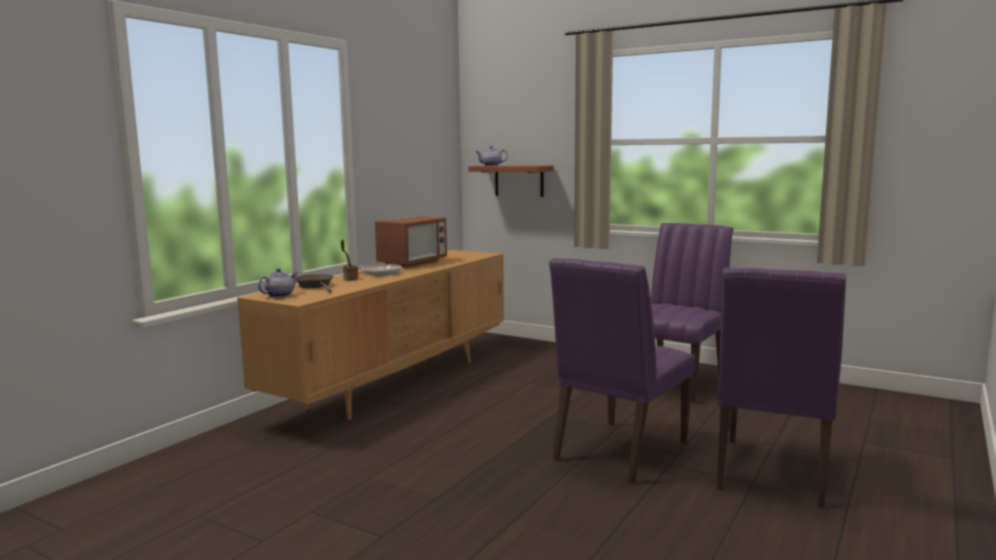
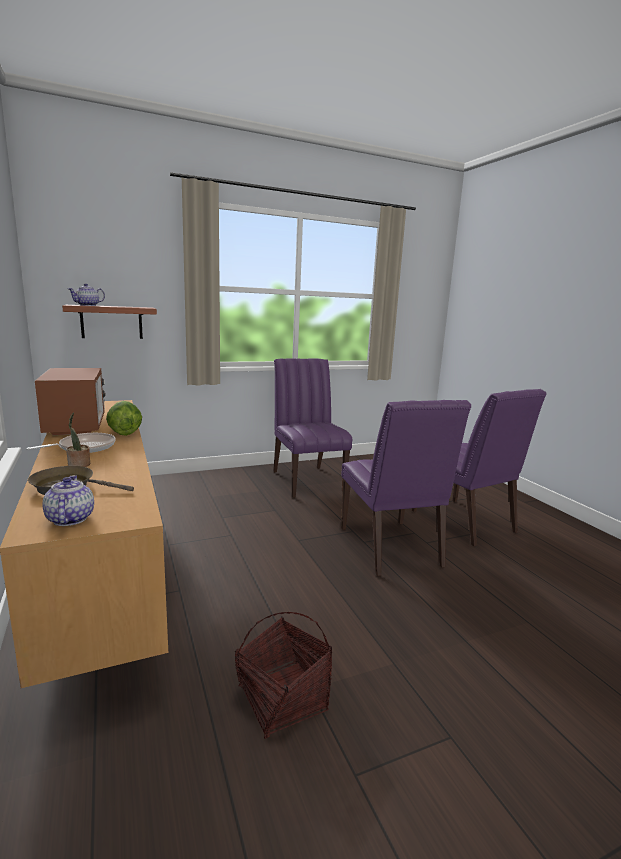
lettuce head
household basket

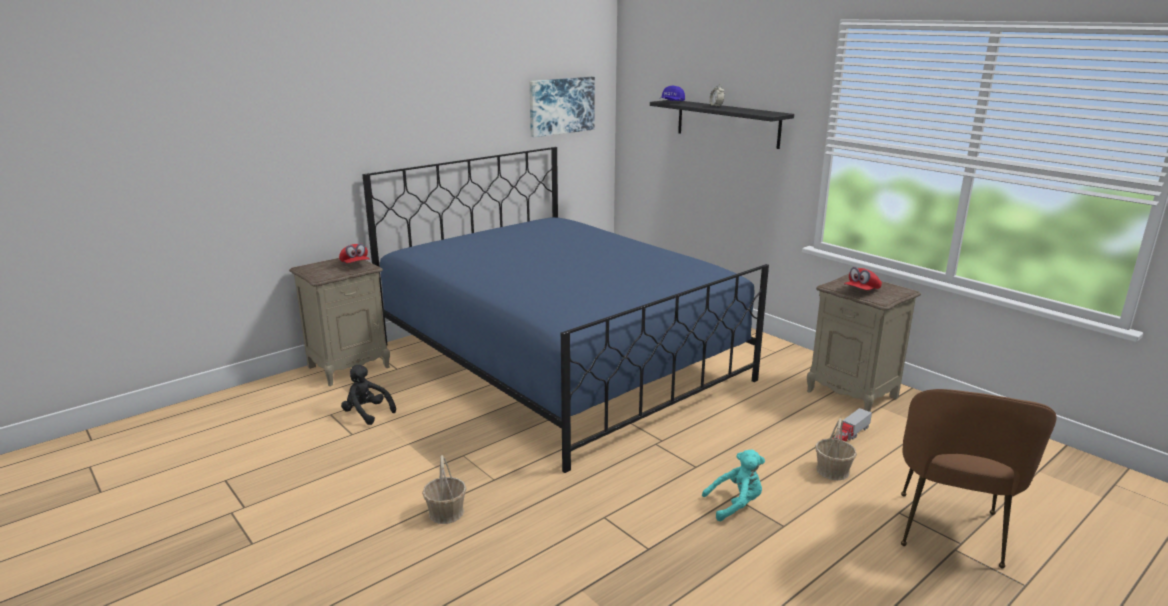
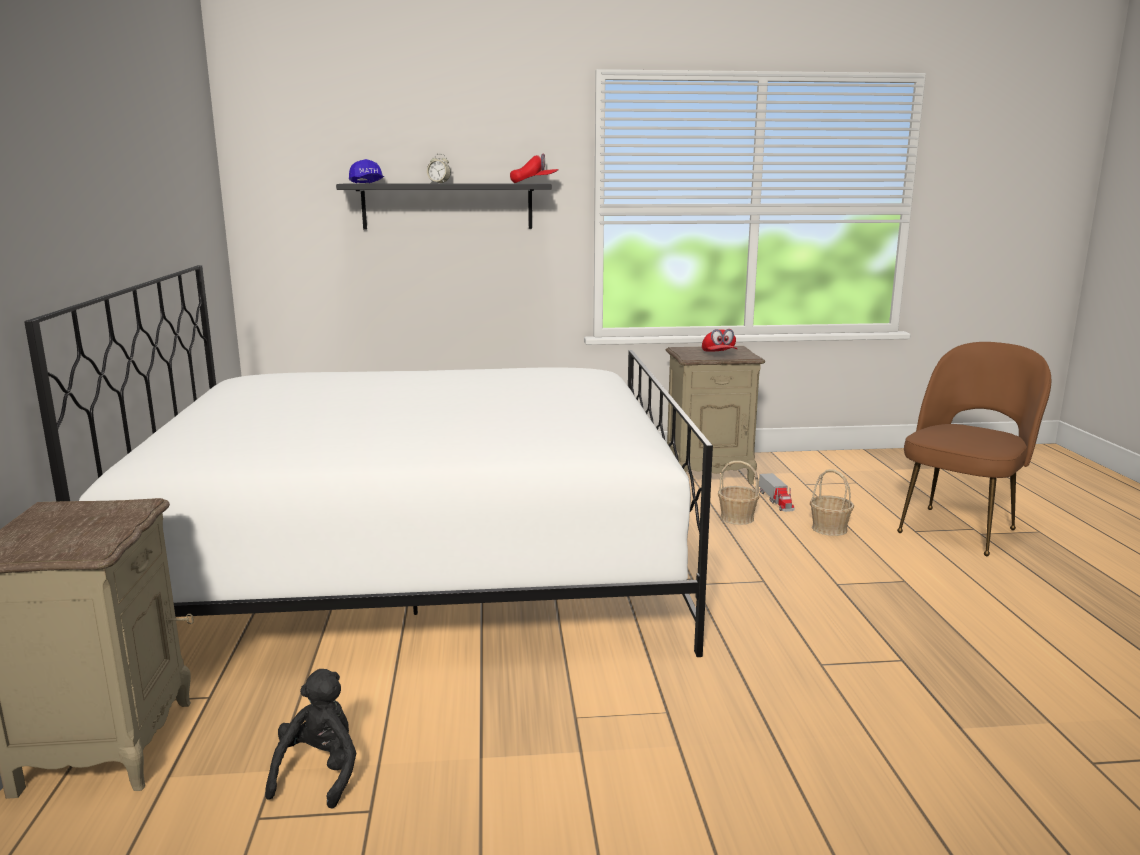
white-coloured sleeping bed
blackish soft toy
reddish cap (no. 1 from left)
household basket (no. 1 from left)
brownish plain chair
wall art
blue-green soft toy

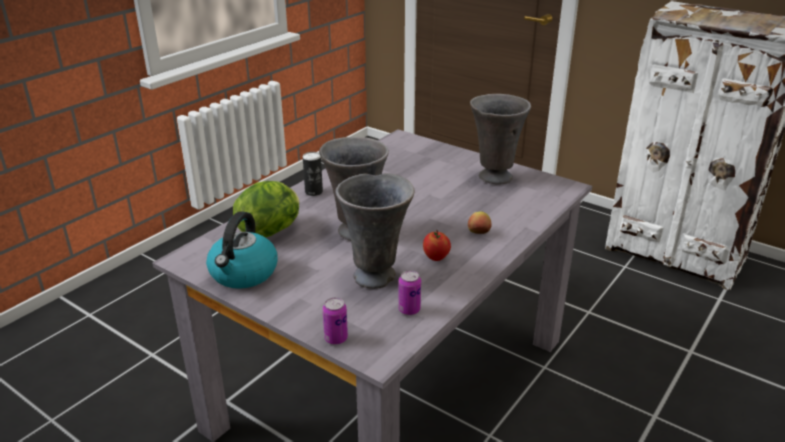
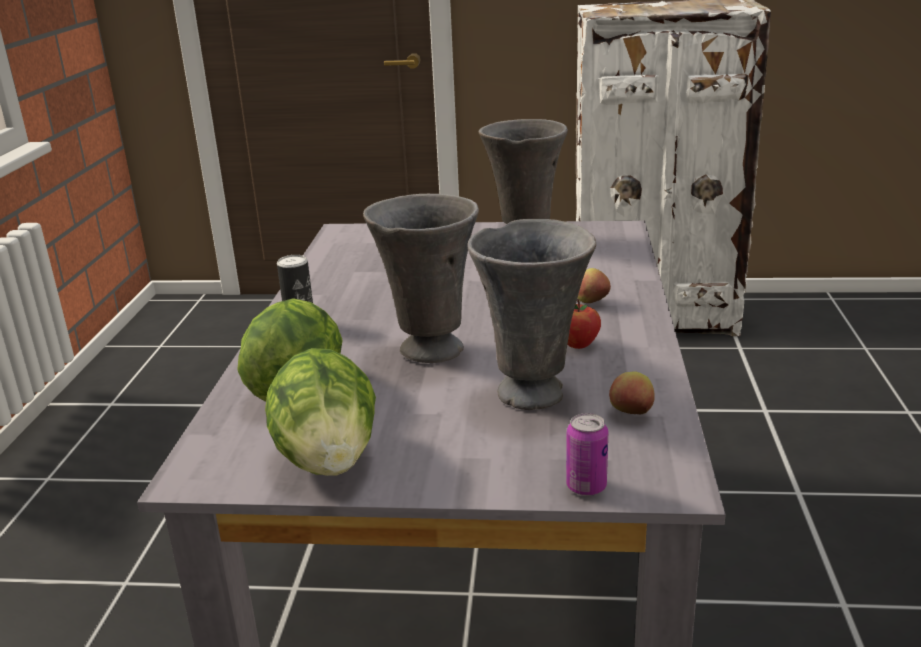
lettuce head (no. 2 from left)
whole apple (no. 3 from left)

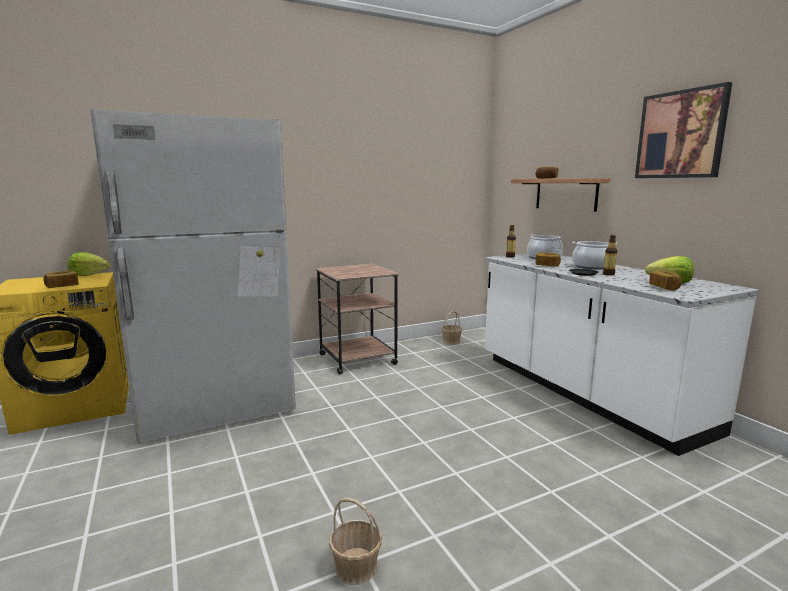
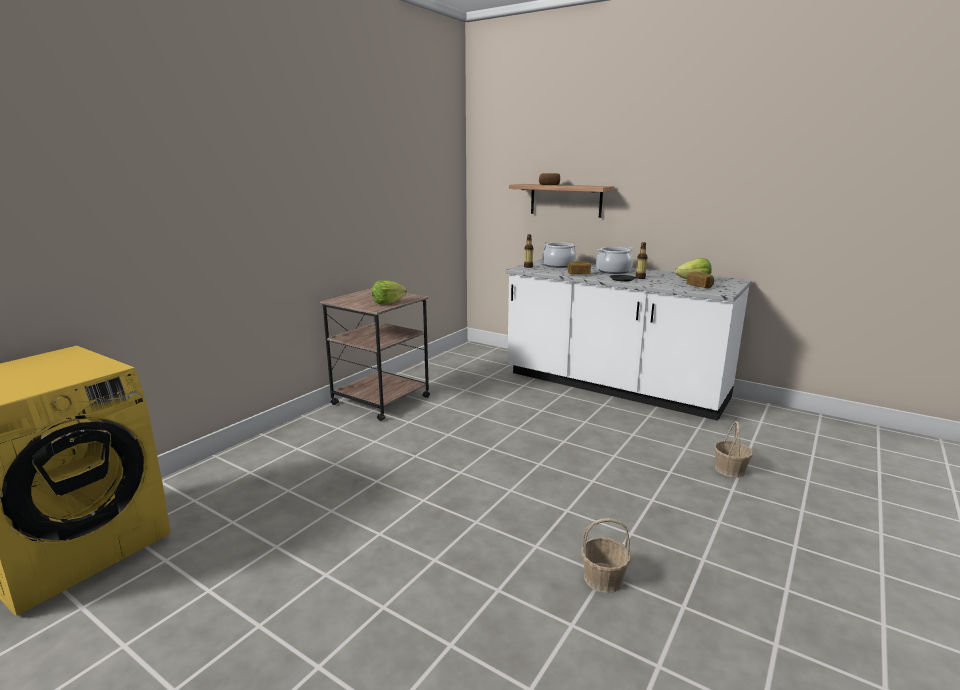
lettuce head (no. 1 from left)
household basket (no. 2 from left)
bakery bread (no. 1 from left in the first image)
white-coloured fridge
wall art

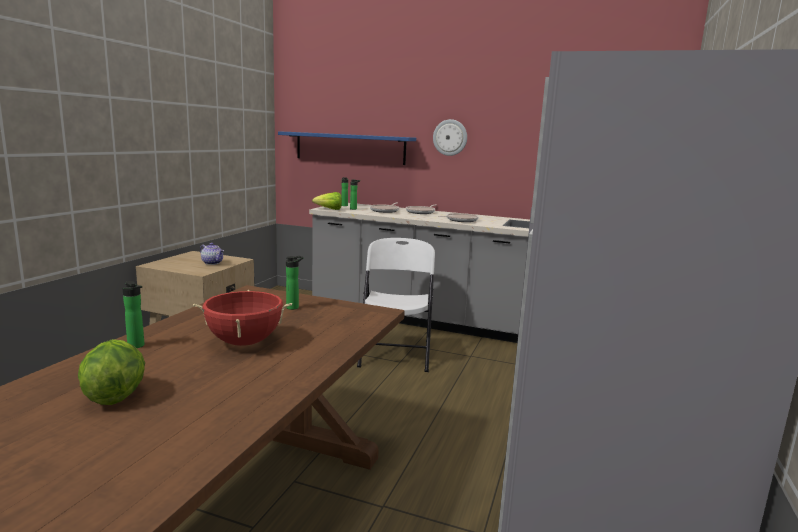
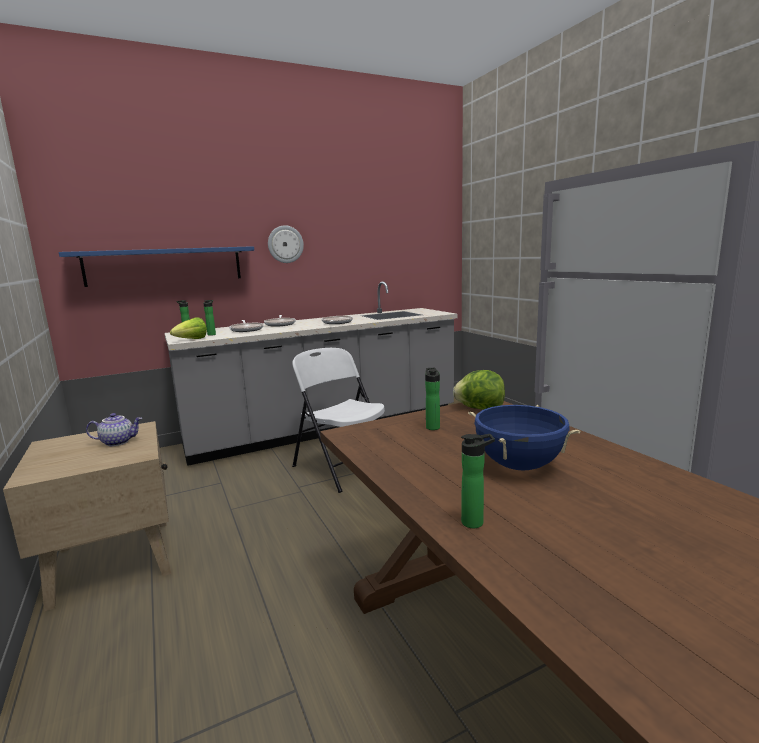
lettuce head (no. 2 from left)
blue stockpot

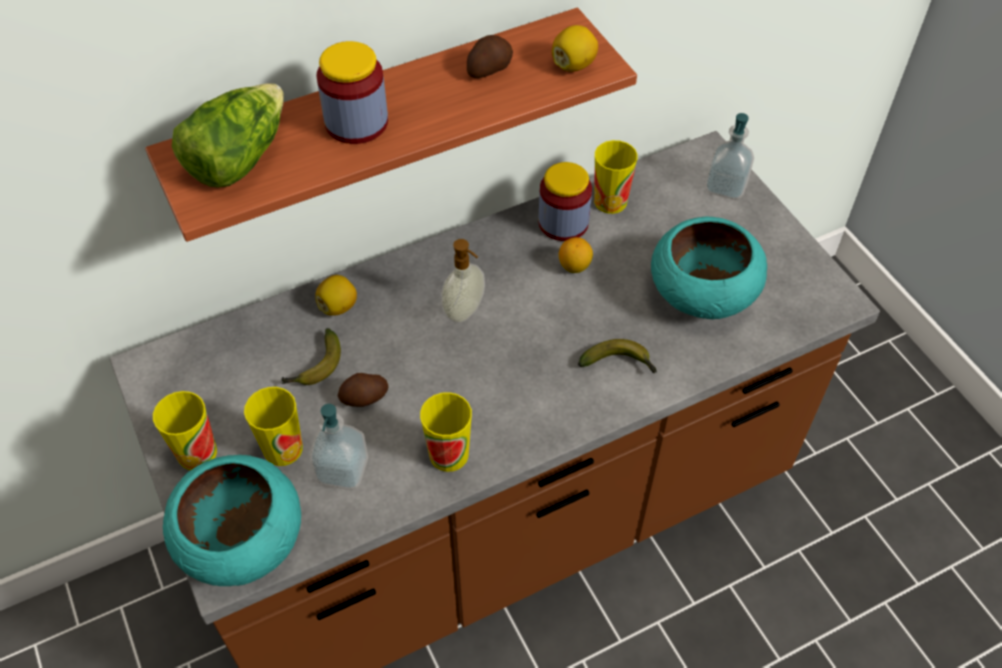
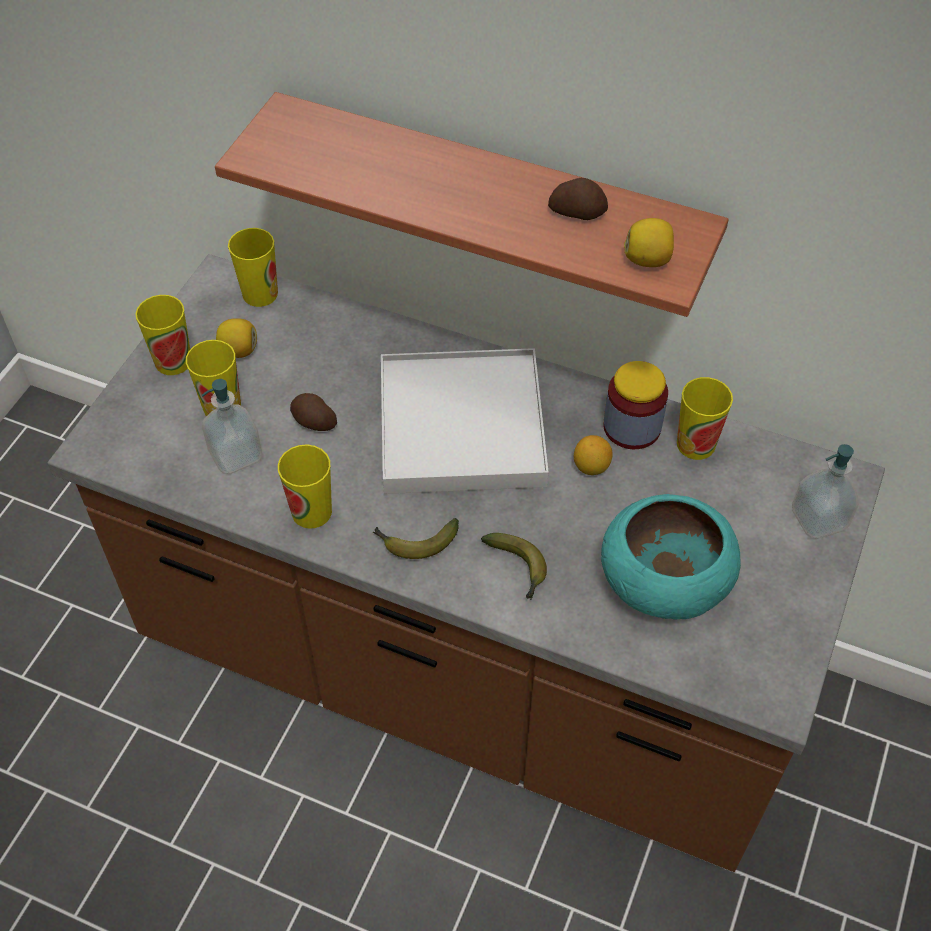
whole lemon (no. 1 from left)
drinking cup (no. 3 from left)
banana (no. 1 from left)
white-coloured tray
blue-green deep dish (no. 1 from left in the first image)
lettuce head
preserve jar (no. 1 from left in the first image)

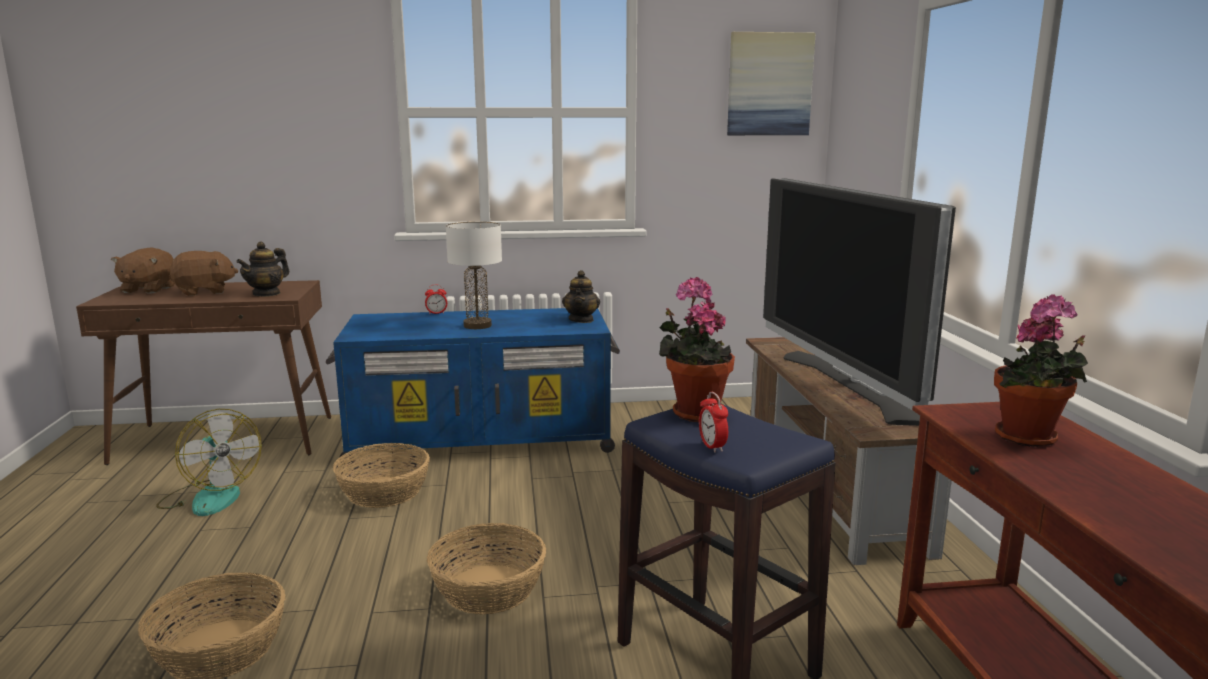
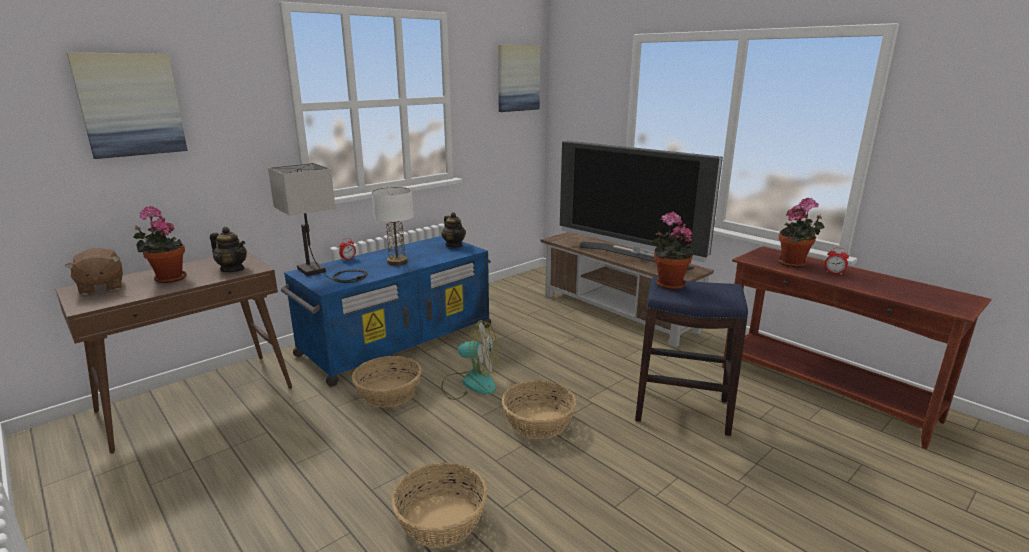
wall art (no. 1 from left)
houseplant (no. 1 from left)
teapot (no. 1 from left)
table lamp (no. 1 from left)
fan
bedside clock (no. 2 from left)

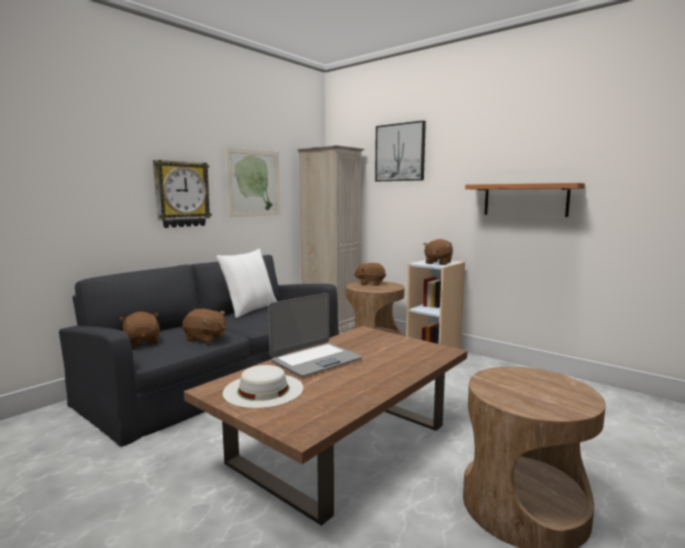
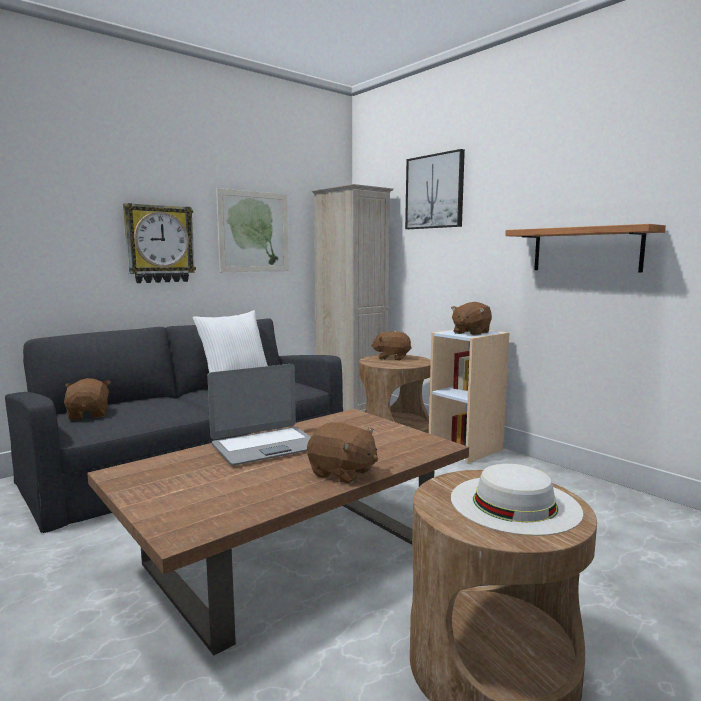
brownish soft toy (no. 2 from left)
white-coloured clothing hat

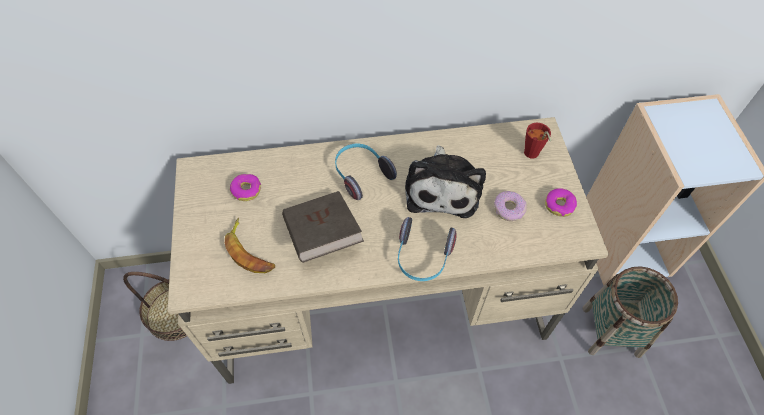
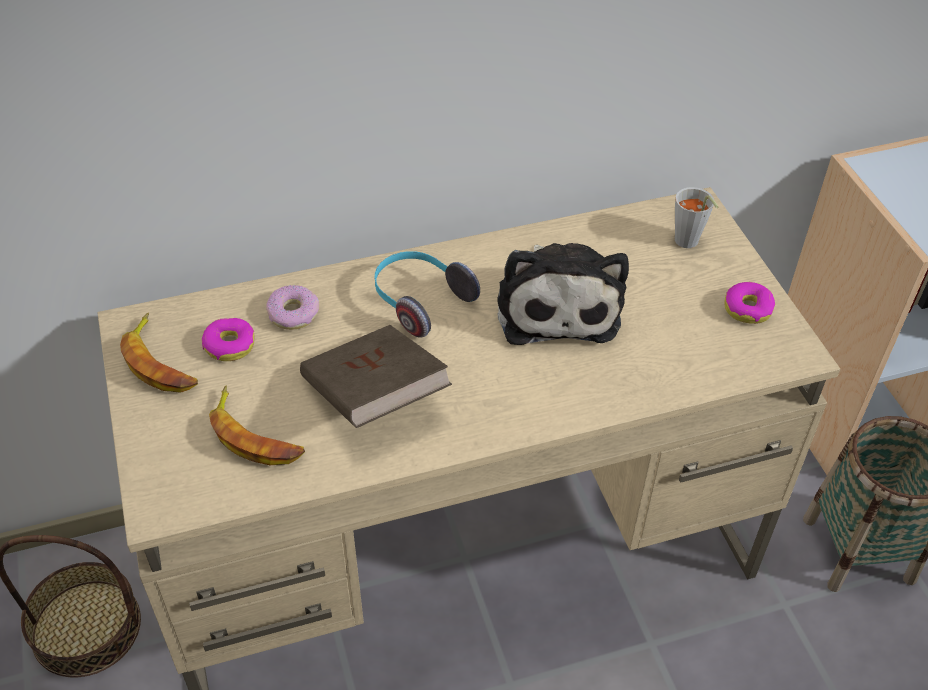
banana (no. 1 from left)
ring doughnut (no. 2 from left)
grey drinking cup
headset (no. 2 from left in the first image)

